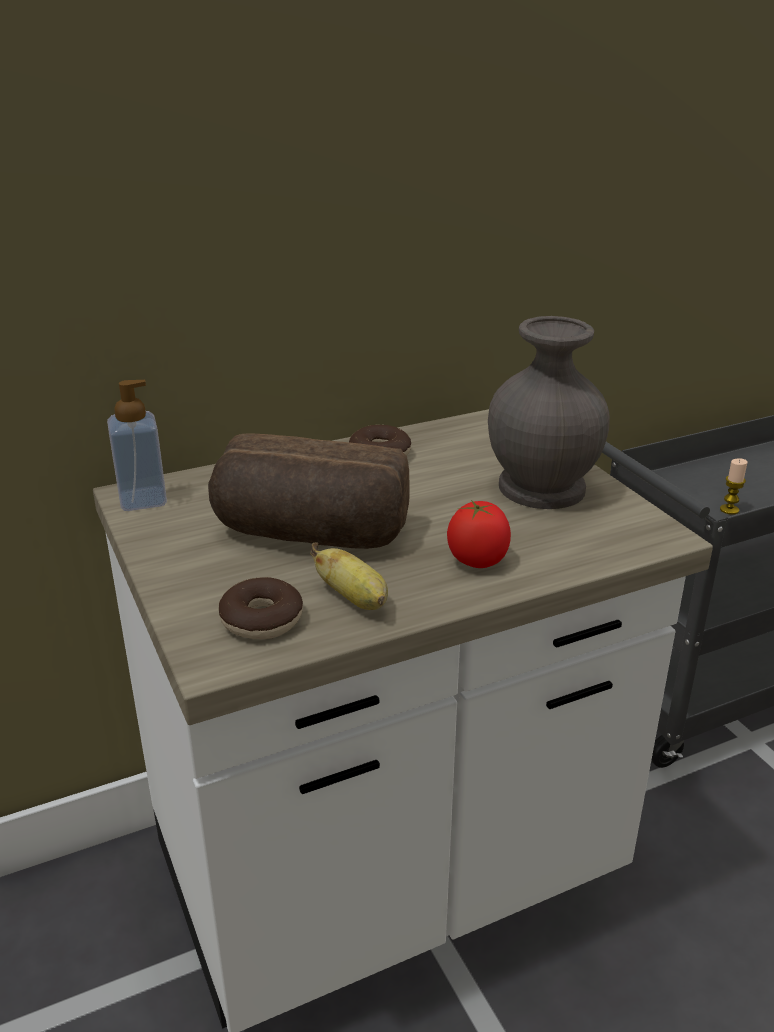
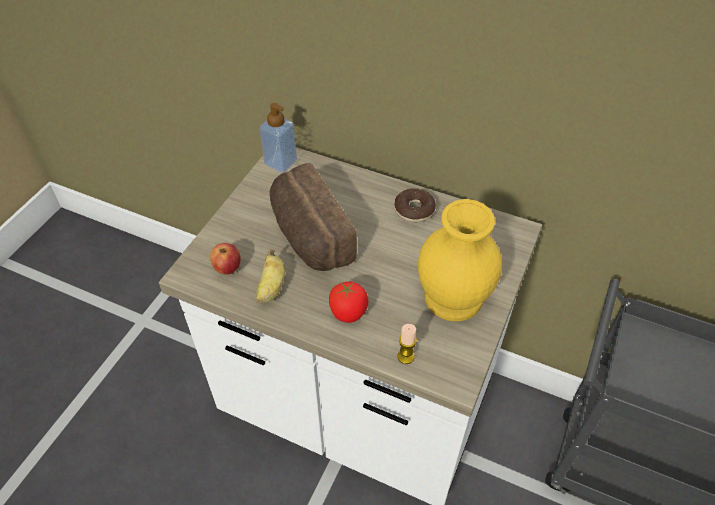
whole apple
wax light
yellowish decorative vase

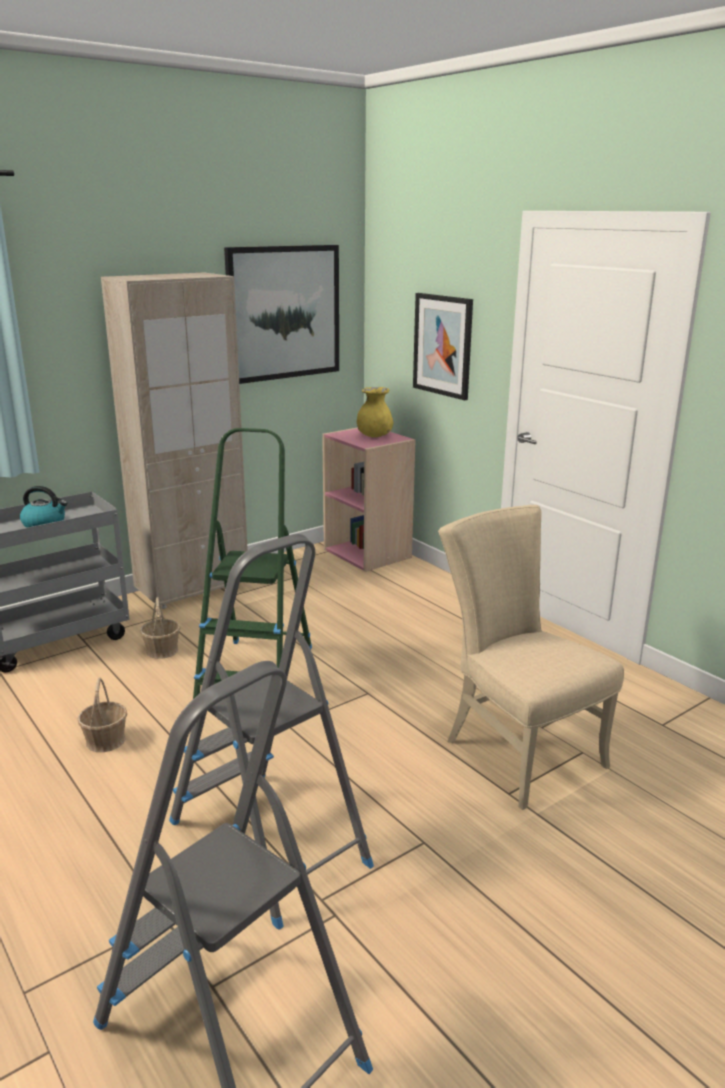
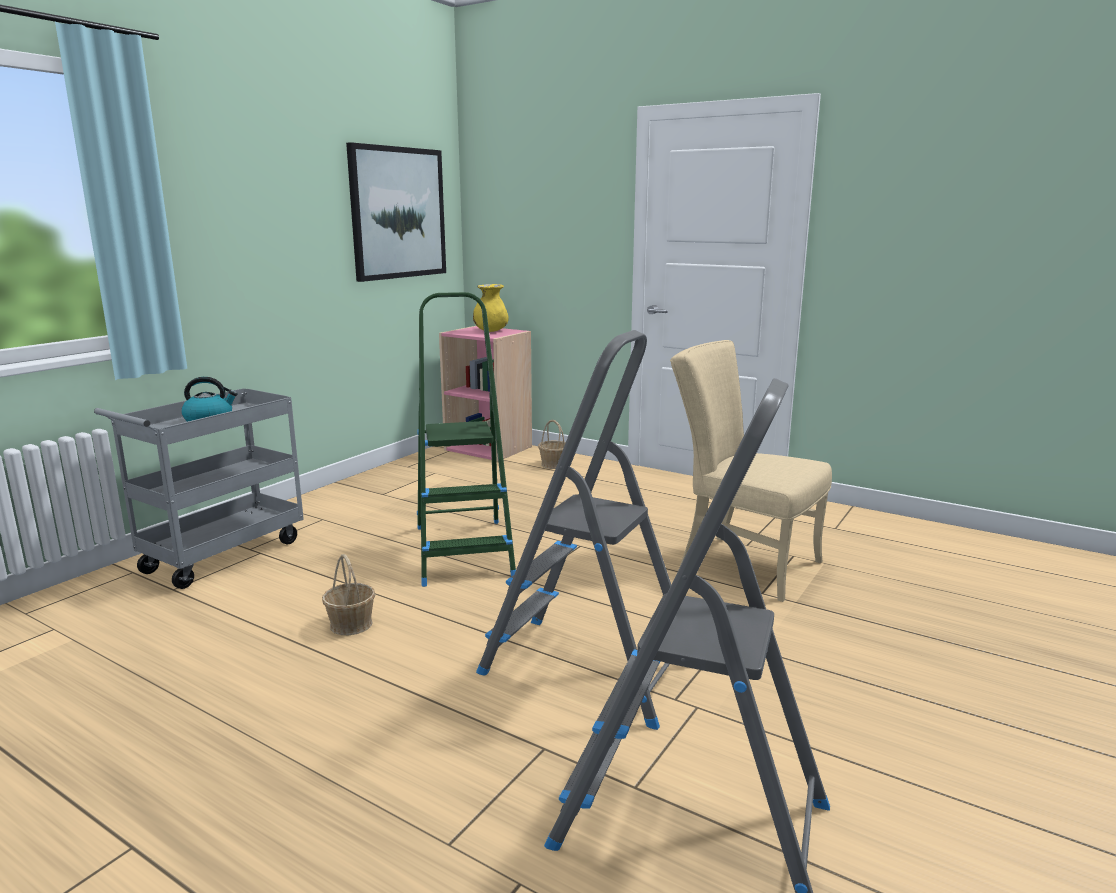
household basket (no. 2 from left)
beige-coloured cabinet
wall art (no. 2 from left in the first image)

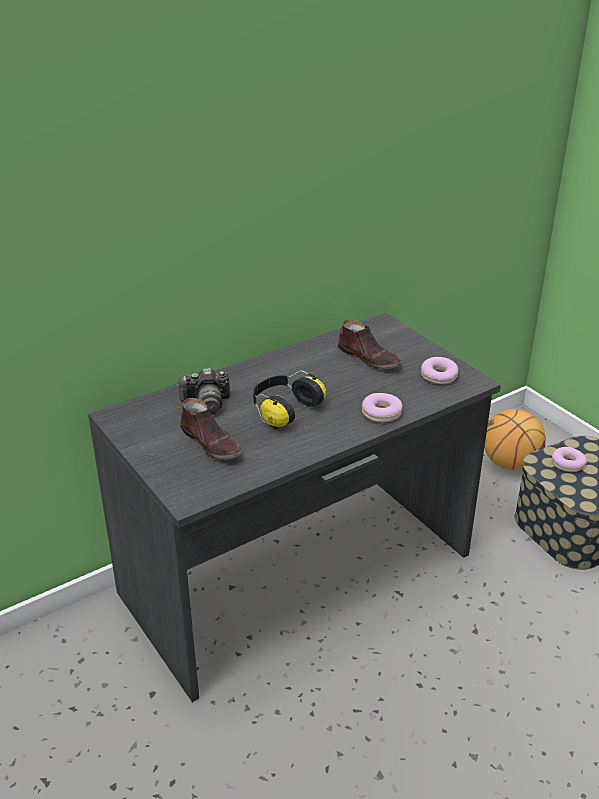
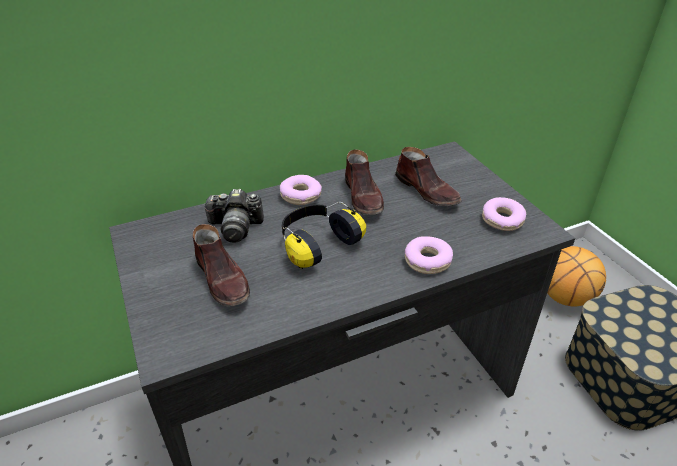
ring doughnut (no. 1 from left)
brownish shoe (no. 2 from left)

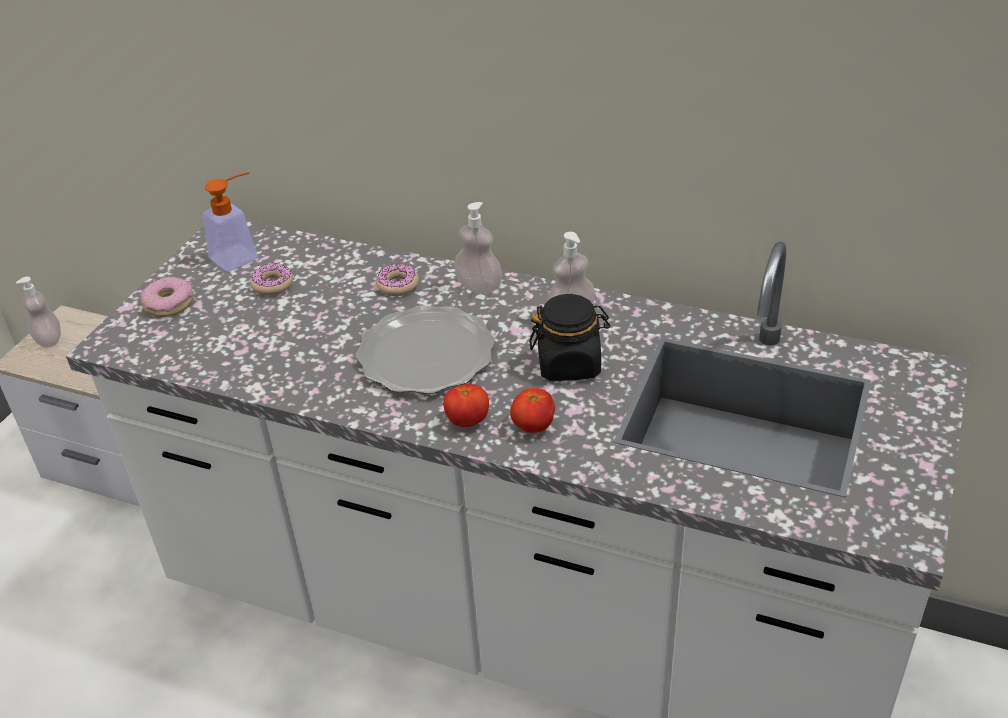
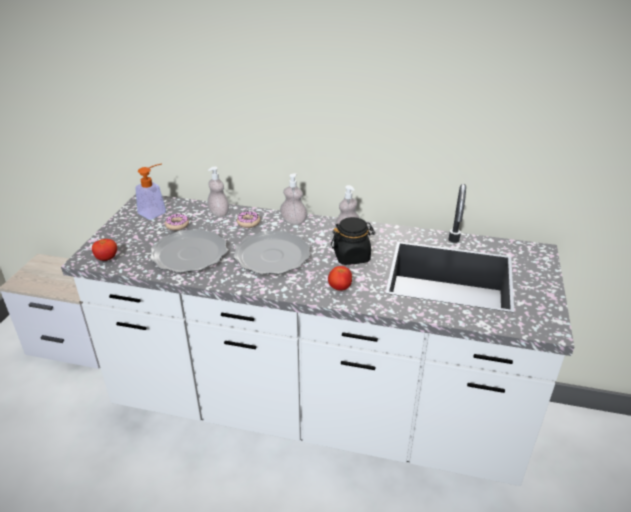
fresh tomato (no. 1 from left)
plate (no. 1 from left)
soap dispenser (no. 2 from left)
ring doughnut (no. 1 from left in the first image)

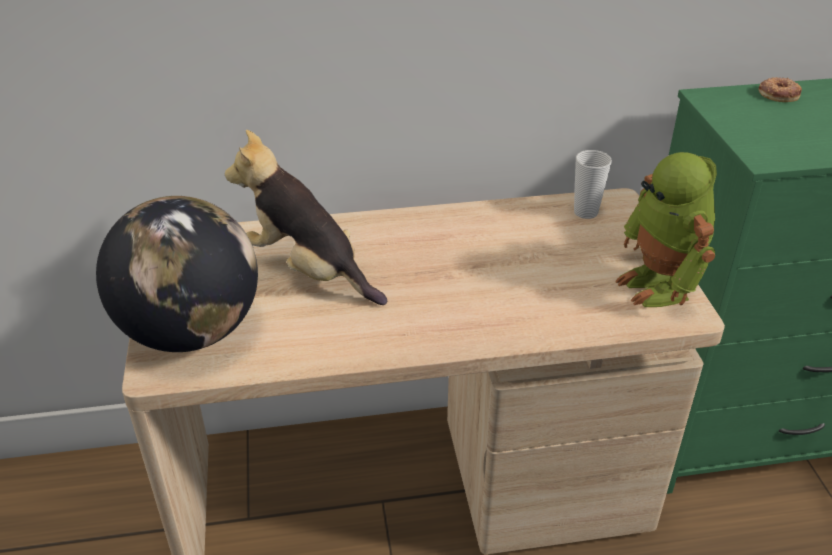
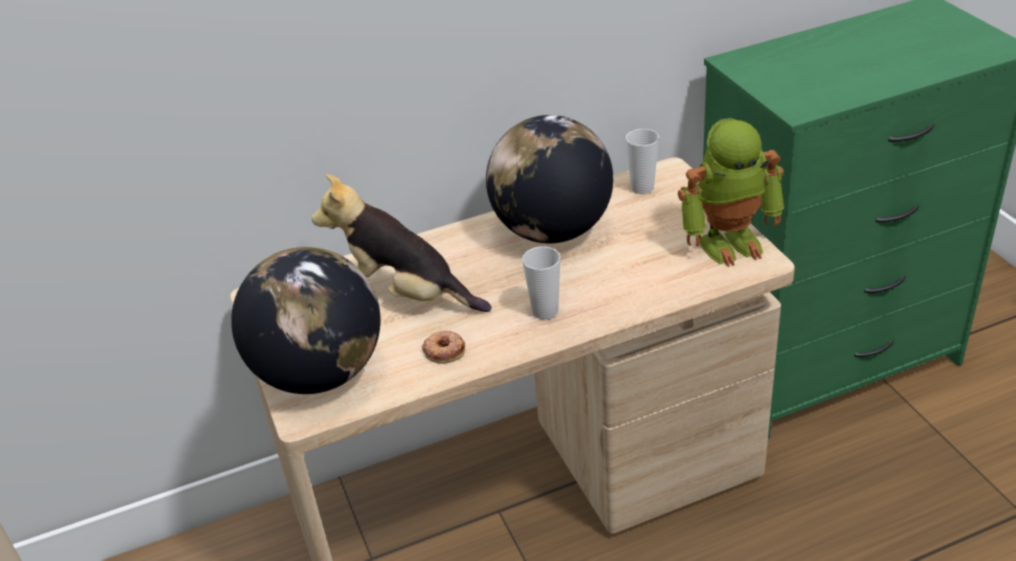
ring doughnut
desk globe (no. 2 from left)
drinking cup (no. 1 from left)
robot figure

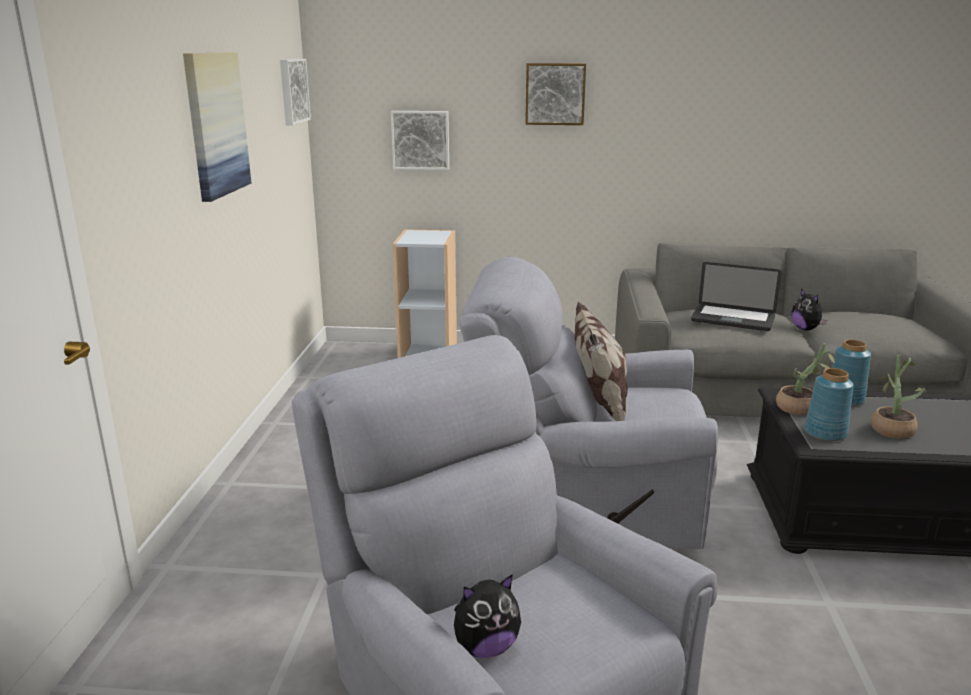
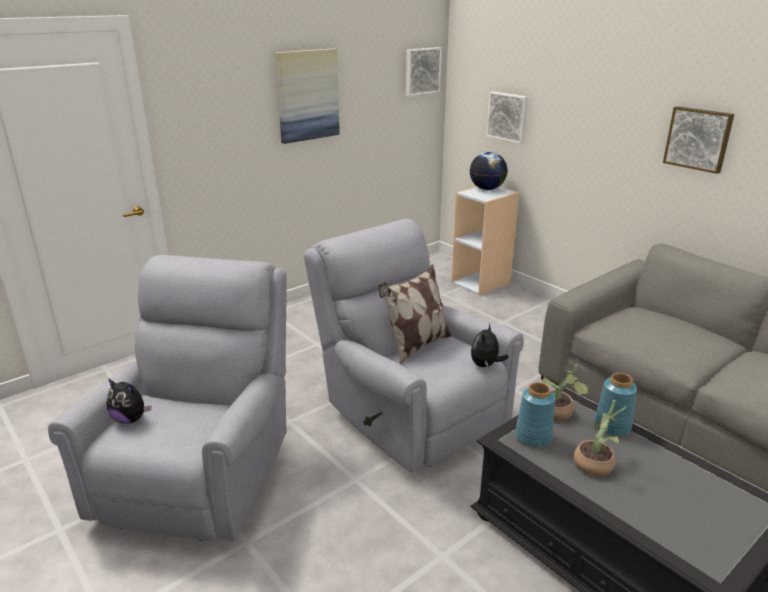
desk globe
soft toy (no. 2 from left)
wall art (no. 4 from left)
portable computer

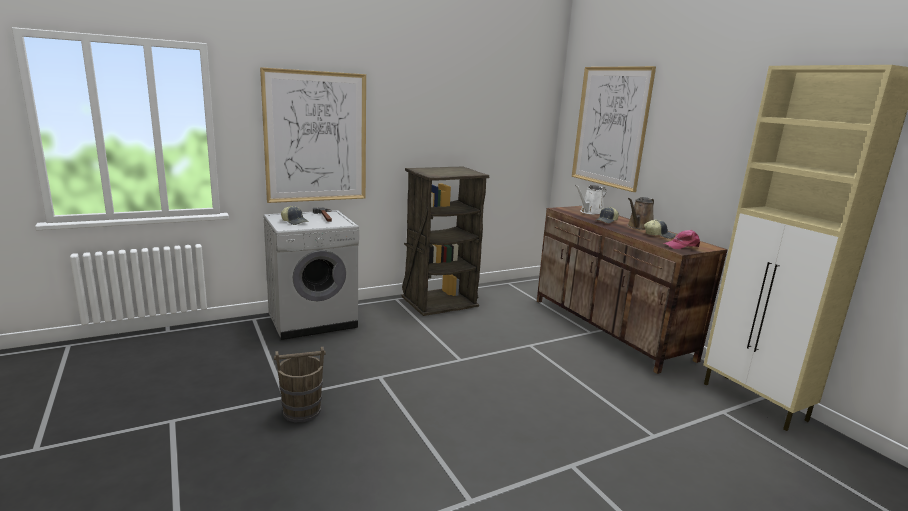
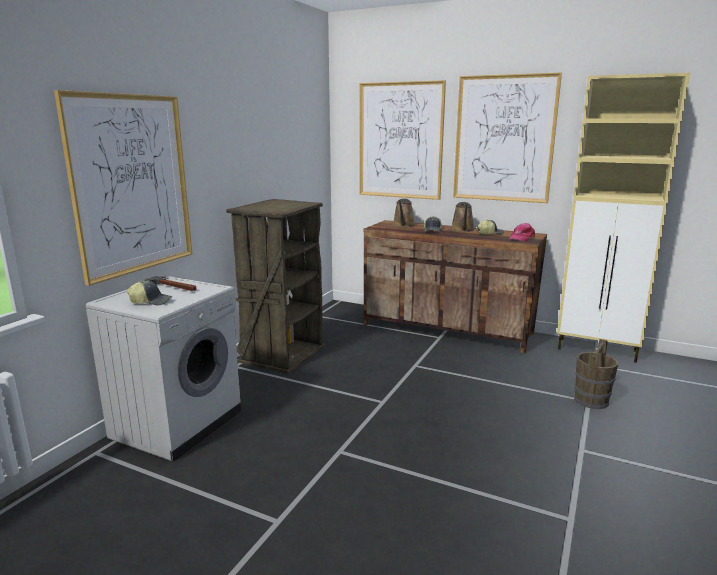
brownish watering pot (no. 1 from left)
wall art (no. 3 from left)
brownish bucket

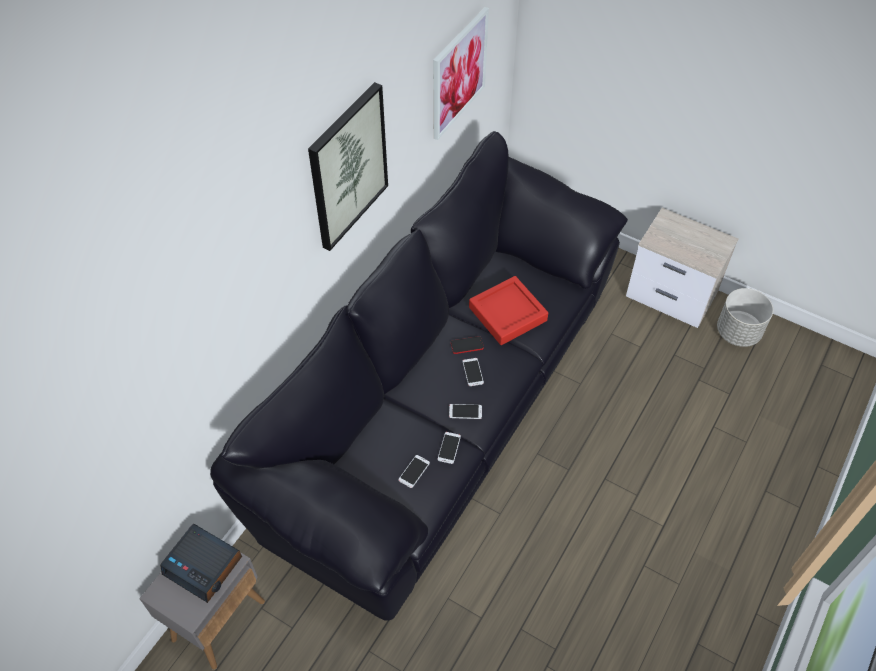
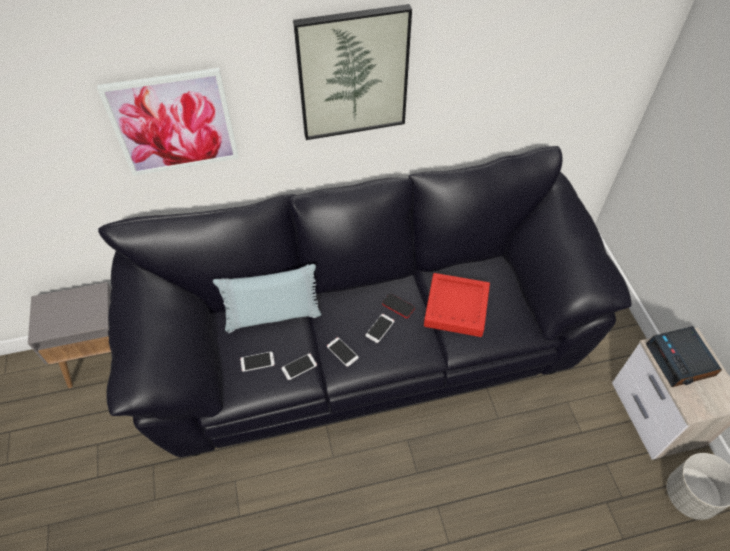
wall art (no. 1 from left)
blue cushion
bedside clock

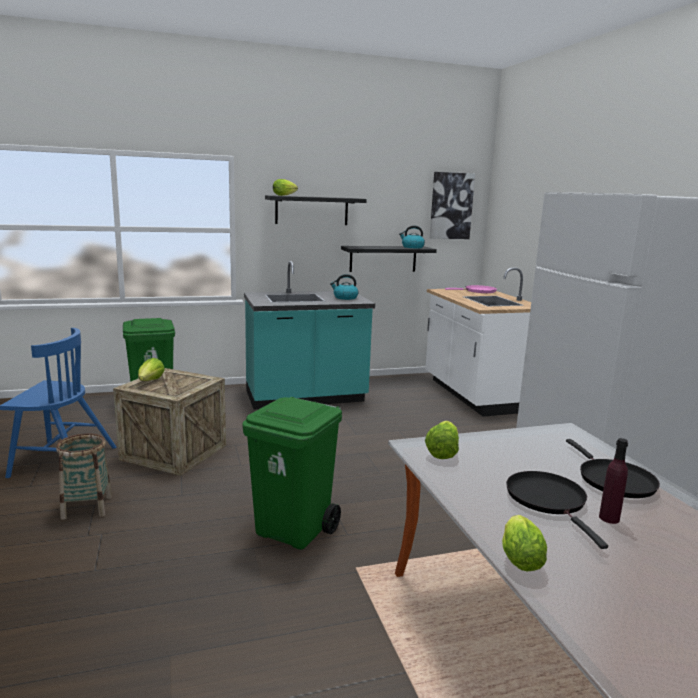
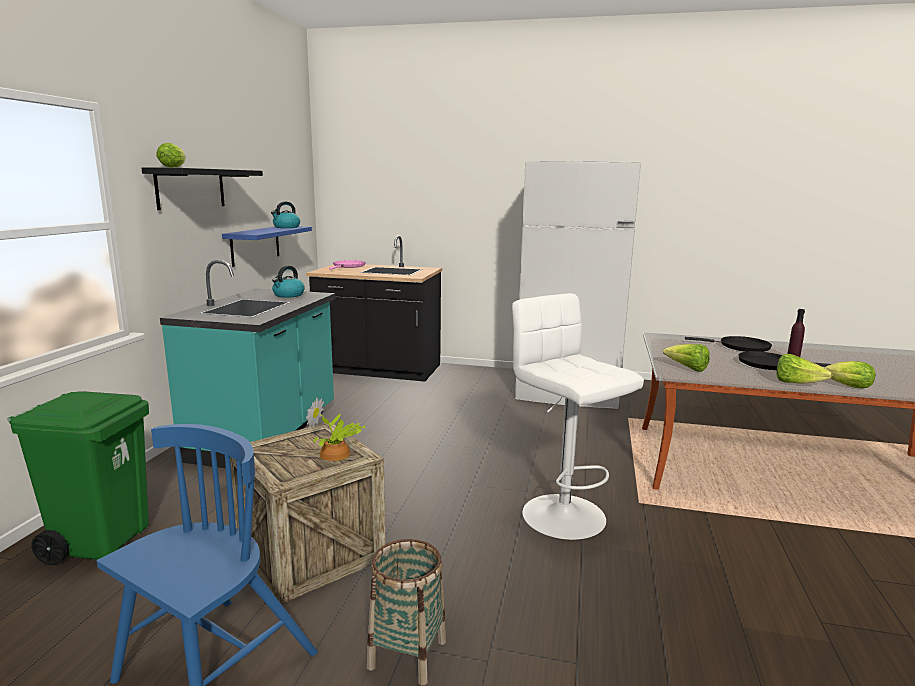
blue shelf
blackish counter
houseplant
white-coloured stool seat
lettuce head (no. 3 from left)
wall art

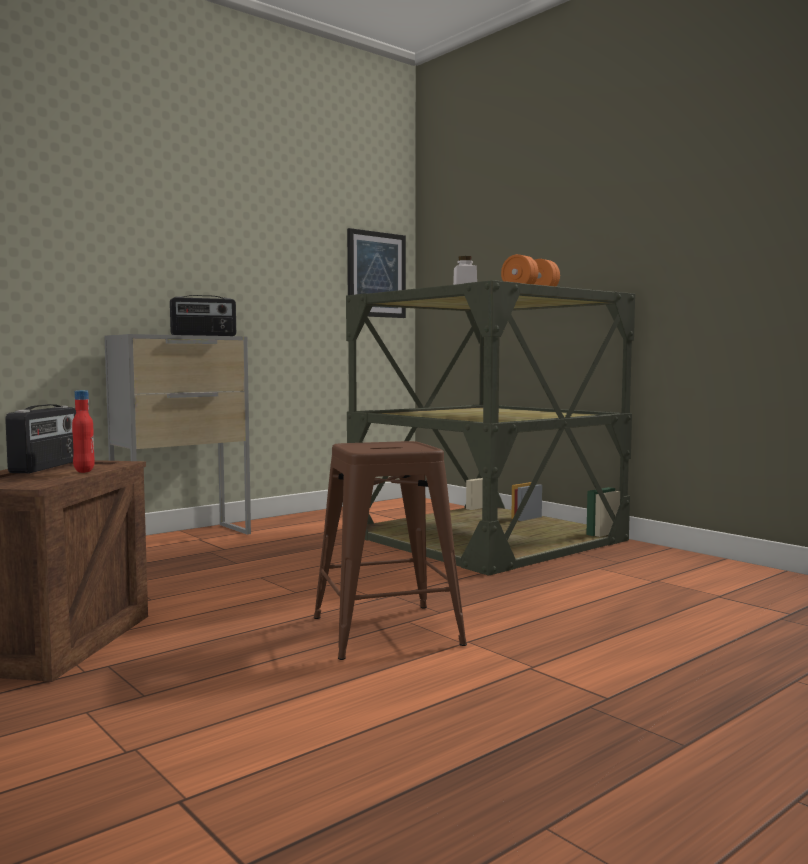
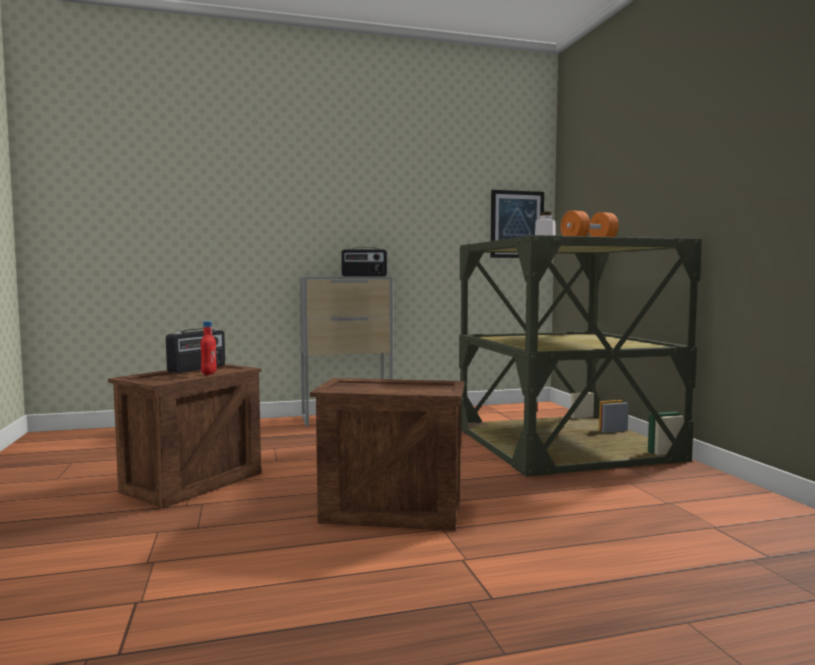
packing crate (no. 2 from left)

